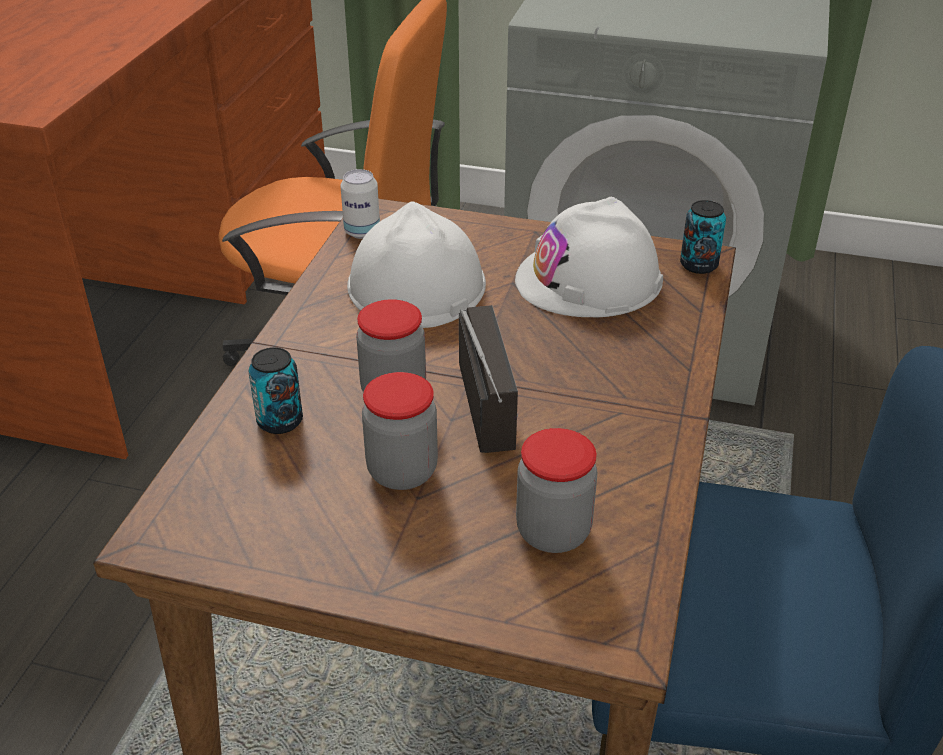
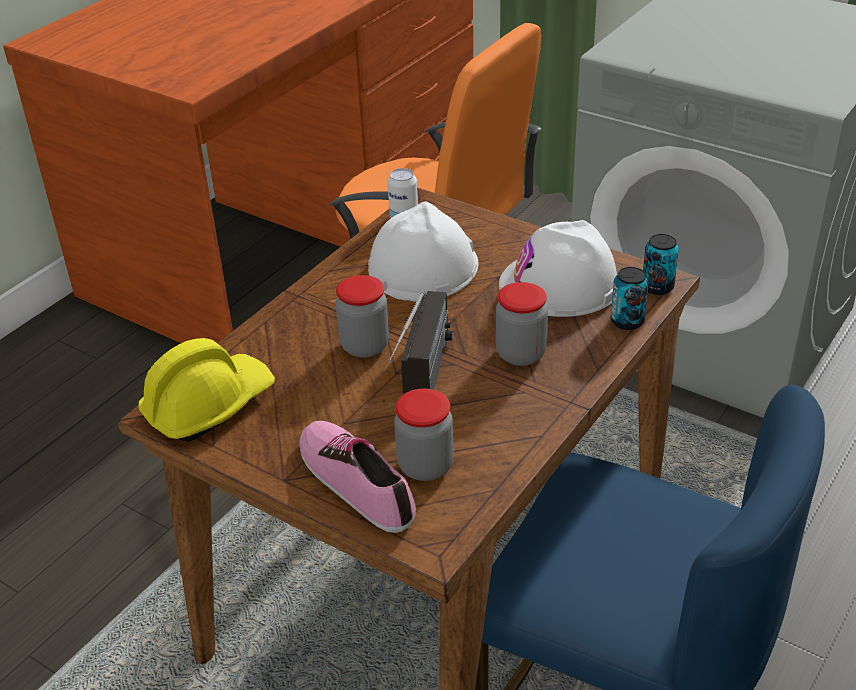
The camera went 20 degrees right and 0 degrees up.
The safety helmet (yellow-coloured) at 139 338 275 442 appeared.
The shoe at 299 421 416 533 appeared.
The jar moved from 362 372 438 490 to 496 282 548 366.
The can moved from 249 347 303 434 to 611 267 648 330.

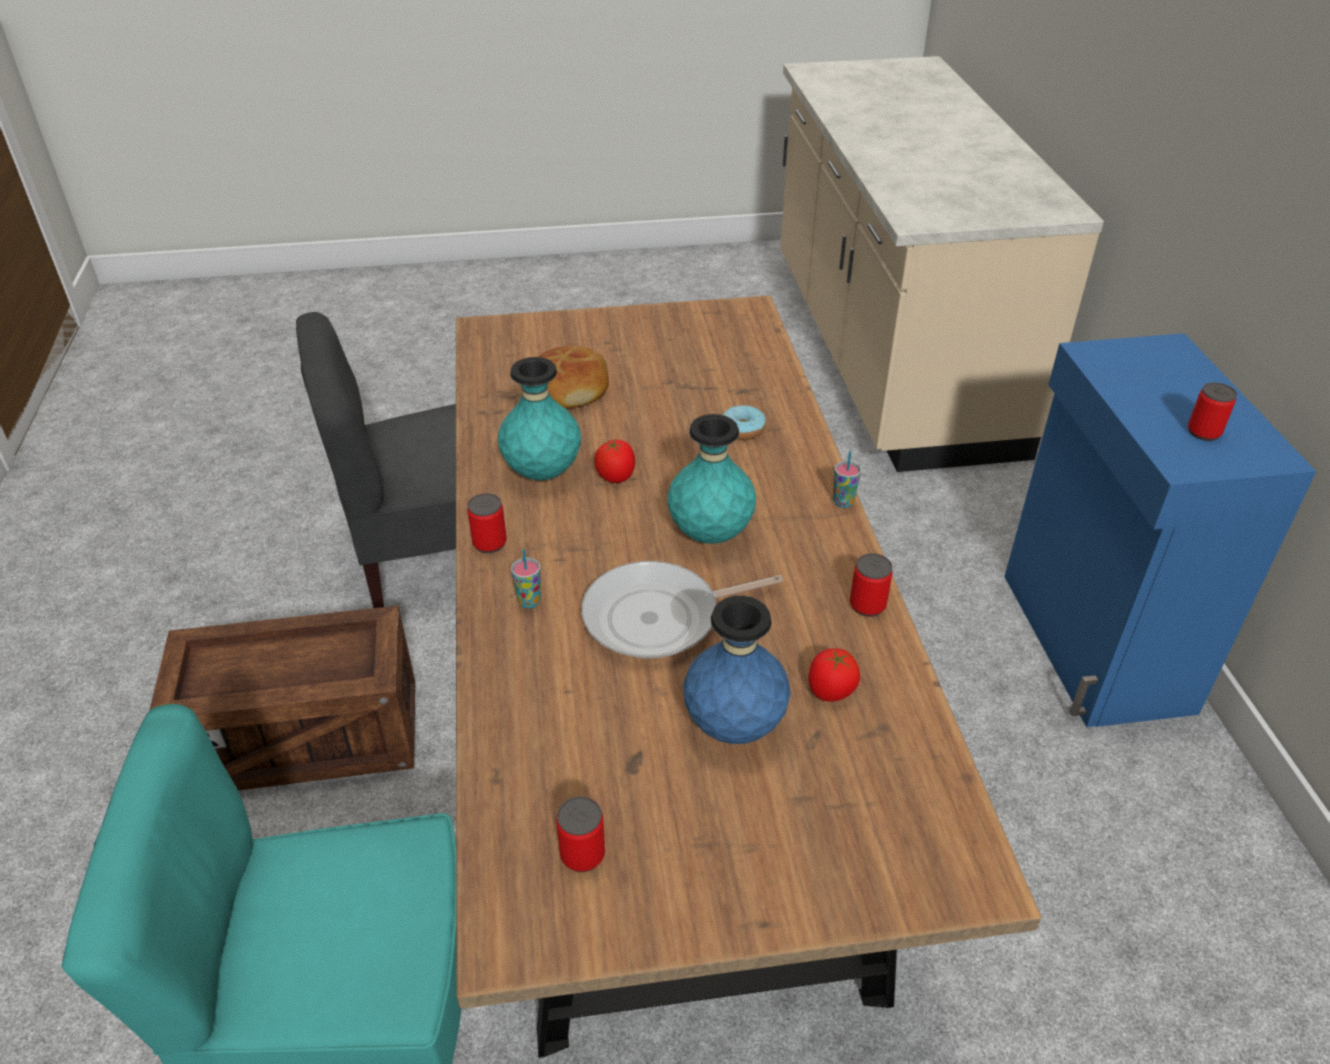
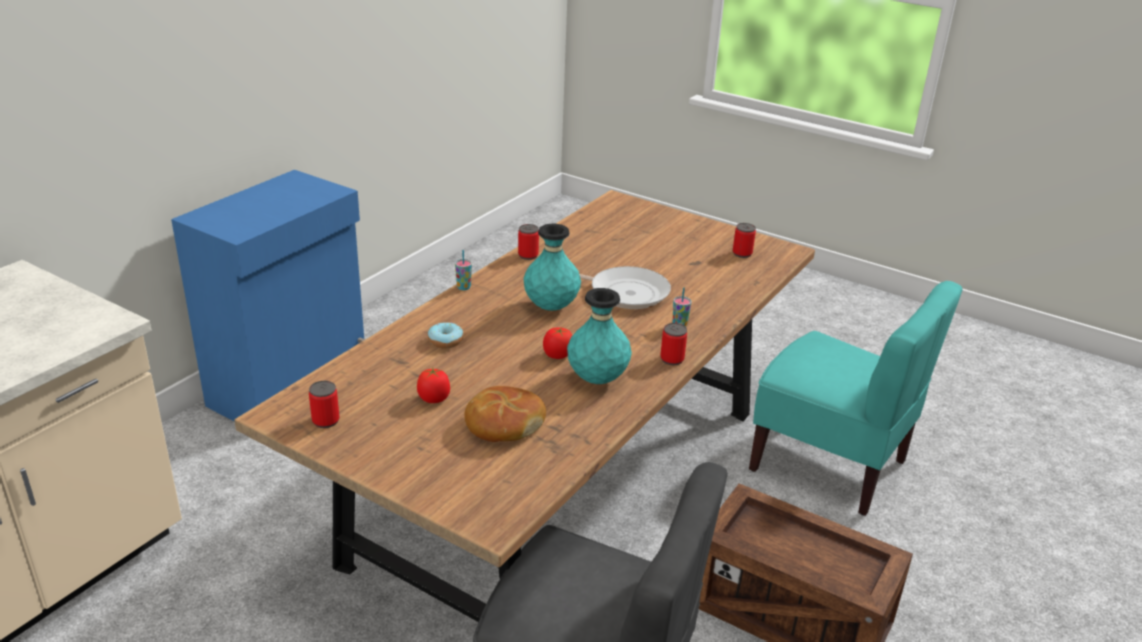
The camera went 140 degrees left and 10 degrees down.
The can moved from 1188 382 1237 441 to 309 381 339 428.
The whole tomato moved from 808 648 860 702 to 417 368 450 403.
The vase (blue-coloured) at 683 596 791 744 disappeared.

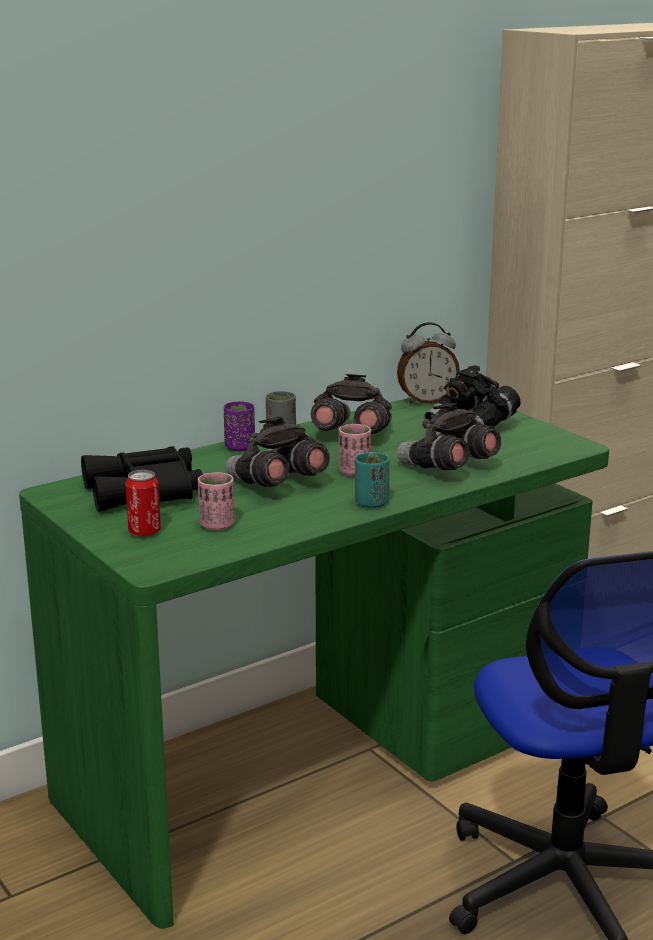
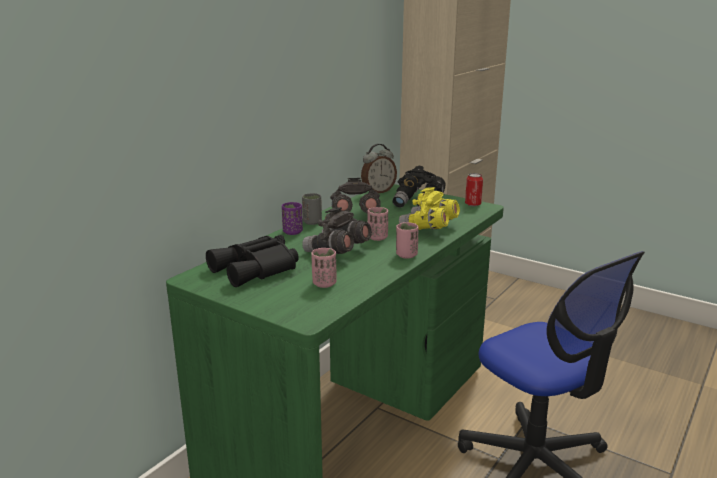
The camera went 20 degrees left and 0 degrees up.
The drinking cup (turquoise) at 355 452 389 508 became the drinking cup (pink-coloured) at 396 222 419 258.
The pair of binoculars (gray) at 397 403 501 470 became the pair of binoculars (yellow-coloured) at 399 187 460 230.
The can moved from 125 470 161 537 to 465 173 483 206.

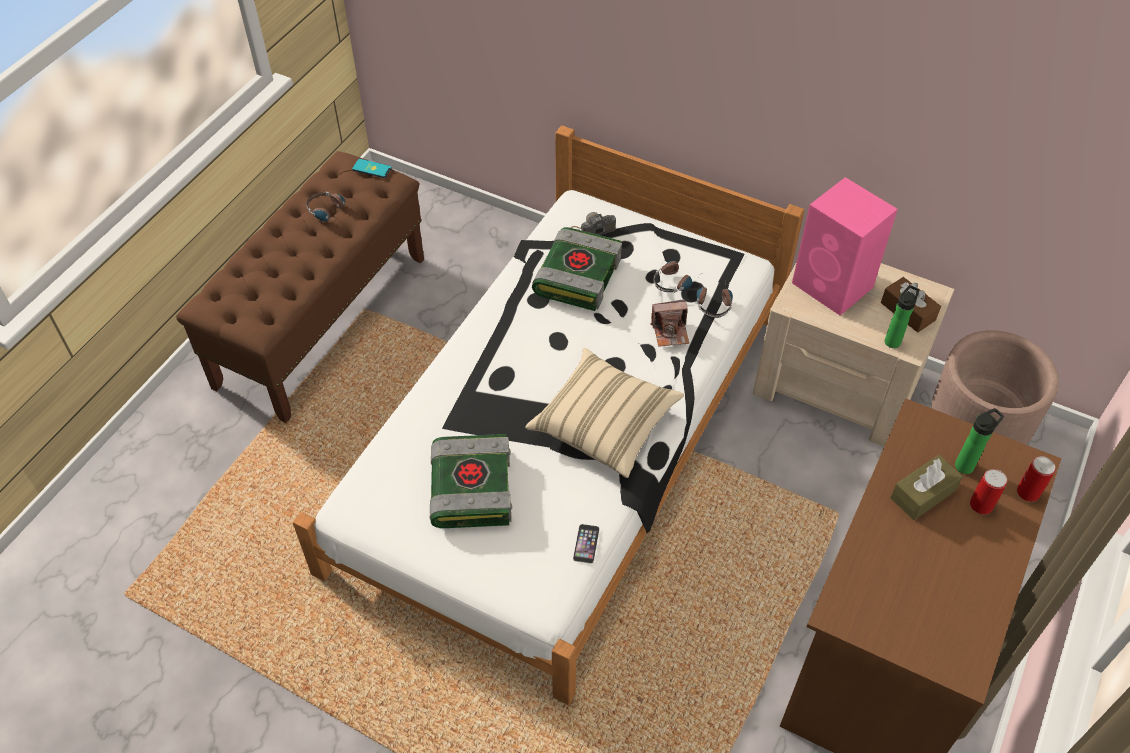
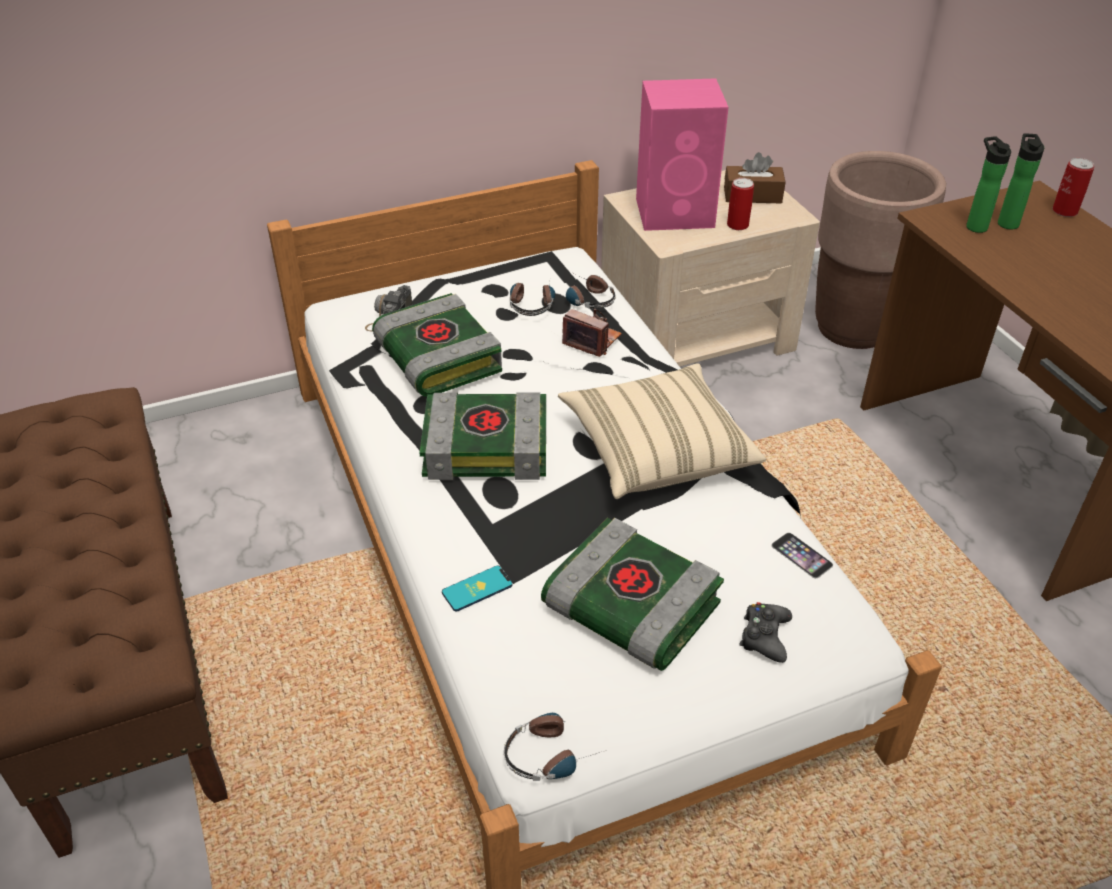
The camera went 50 degrees left and 10 degrees down.
The bound book at 419 392 546 480 appeared.
The phone moved from 352 159 392 178 to 442 566 513 612.
The pair of headphones moved from 306 192 345 221 to 504 713 607 781.
The still camera at 650 299 689 347 turned 90 degrees counterclockwise.
The can moved from 970 469 1007 515 to 727 178 754 230.
The game controller (blackish) at 739 602 792 663 appeared.
The drink bottle moved from 885 285 919 348 to 966 136 1011 233.
The tissue box (brown) at 890 455 963 520 disappeared.

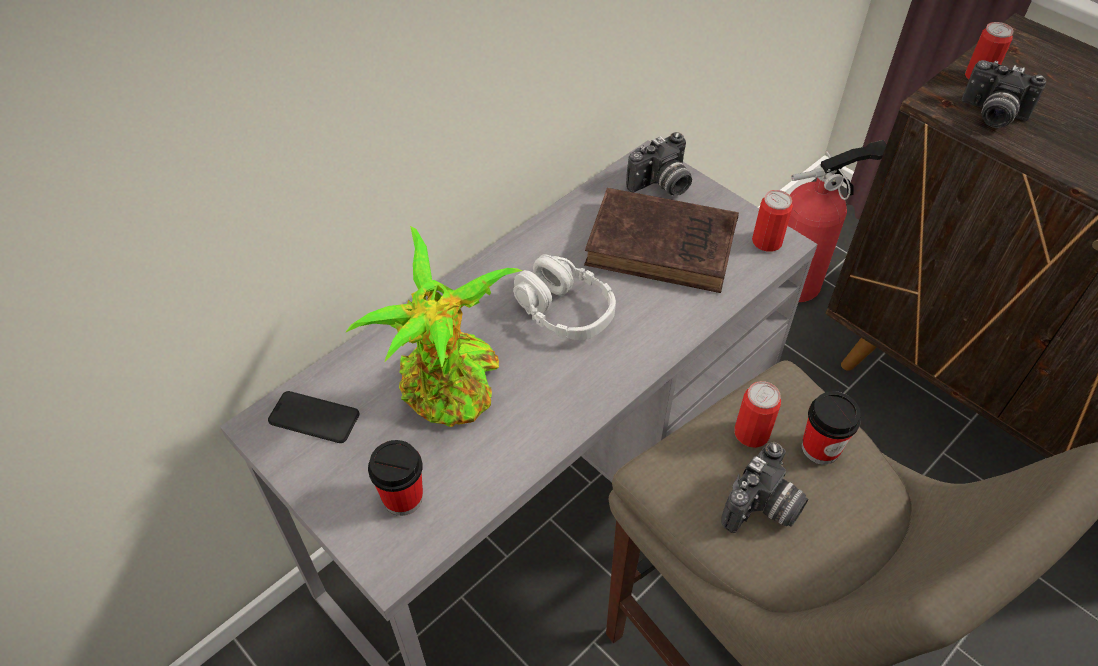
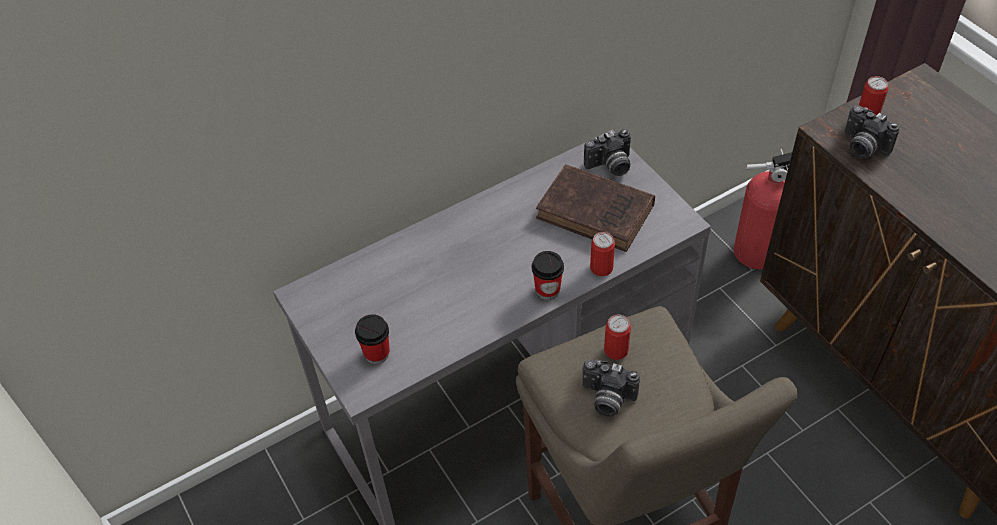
The camera went 15 degrees right and 0 degrees up.
The drinking cup moved from 802 391 861 465 to 532 251 564 300.
The still camera at 721 442 808 533 turned 60 degrees clockwise.
The can moved from 752 190 793 251 to 590 232 615 276.
The phone at 268 391 359 443 disappeared.
The potted plant at 345 226 522 427 disappeared.
The pair of headphones (gray) at 513 254 616 340 disappeared.

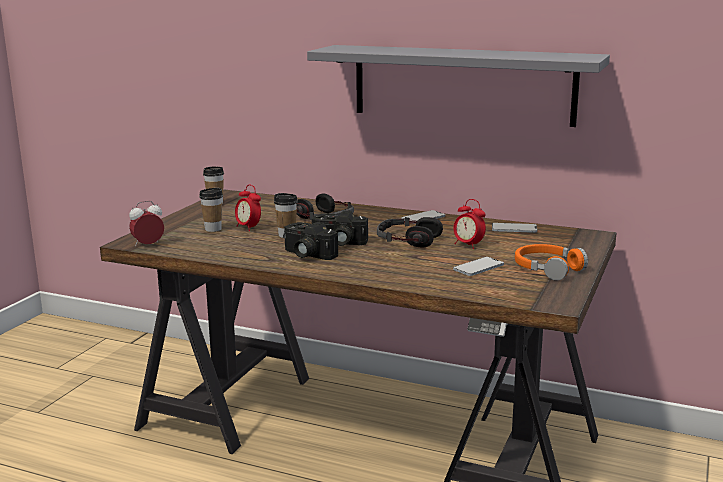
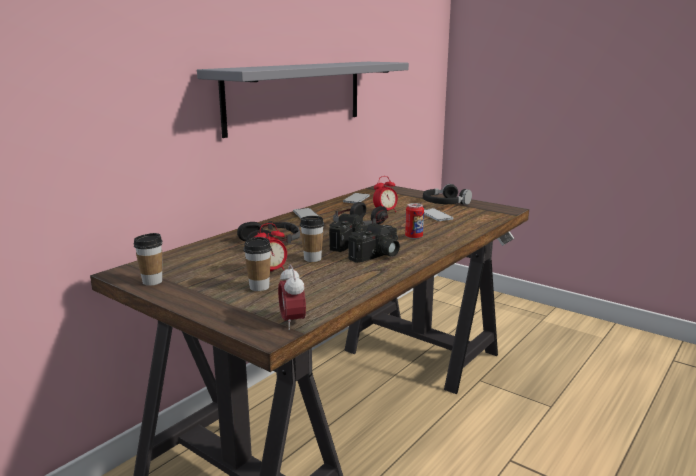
The camera went 75 degrees left and 0 degrees up.
The can at 405 203 424 239 appeared.
The pair of headphones (orangey) at 515 244 588 281 became the pair of headphones (blackish) at 423 184 472 205.

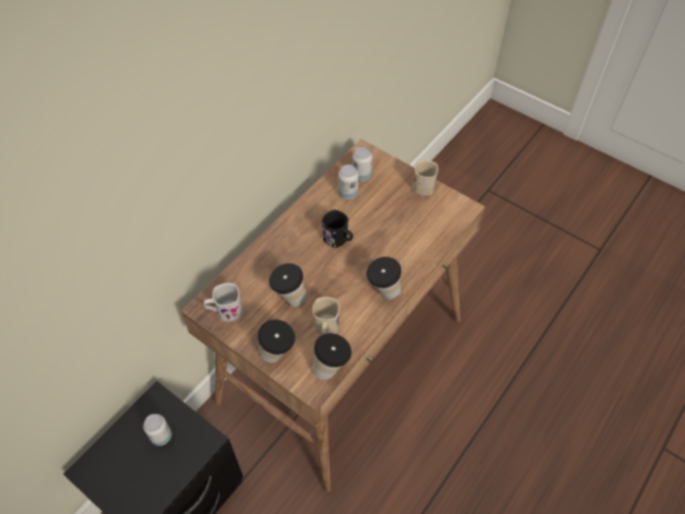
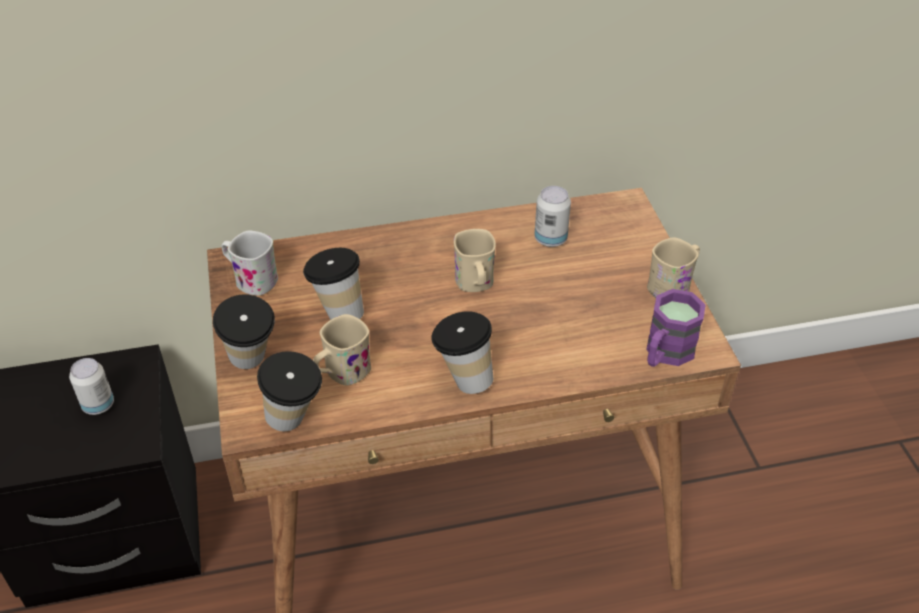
The camera went 40 degrees right and 10 degrees down.
The coffee mug (blackish) at 322 210 353 248 became the coffee mug (beige-coloured) at 454 229 496 292.
The coffee mug (purplish) at 646 289 706 367 appeared.
The can at 352 147 372 181 disappeared.

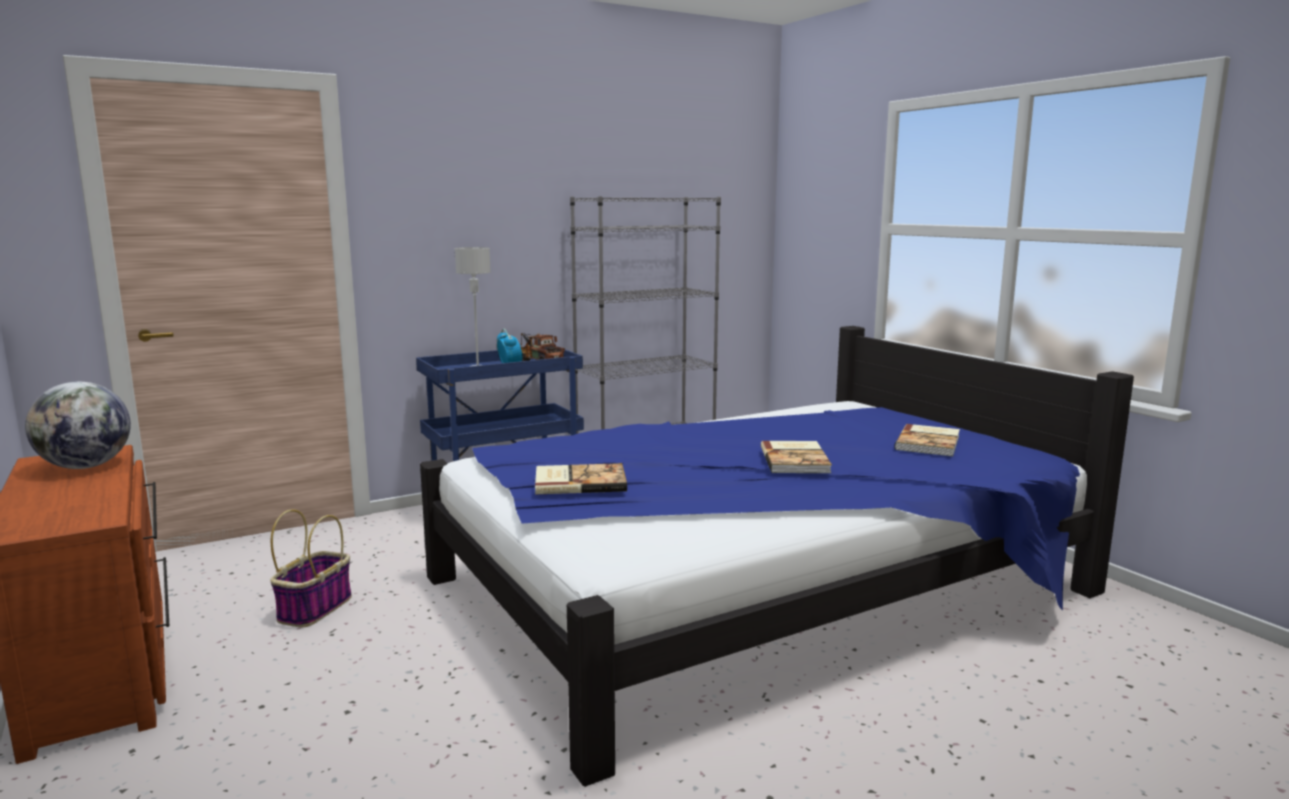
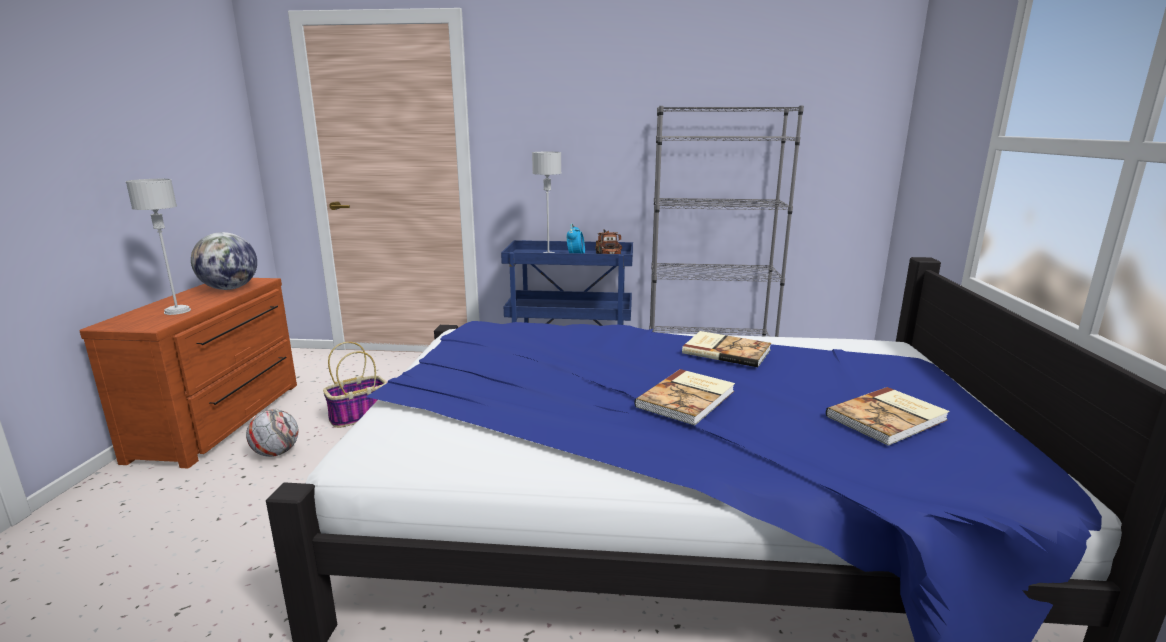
The camera went 35 degrees right and 5 degrees up.
The lamp for a table (gray) at 126 179 191 315 appeared.
The football ball at 246 409 298 457 appeared.
The bound book moved from 535 463 627 495 to 682 331 771 367.

